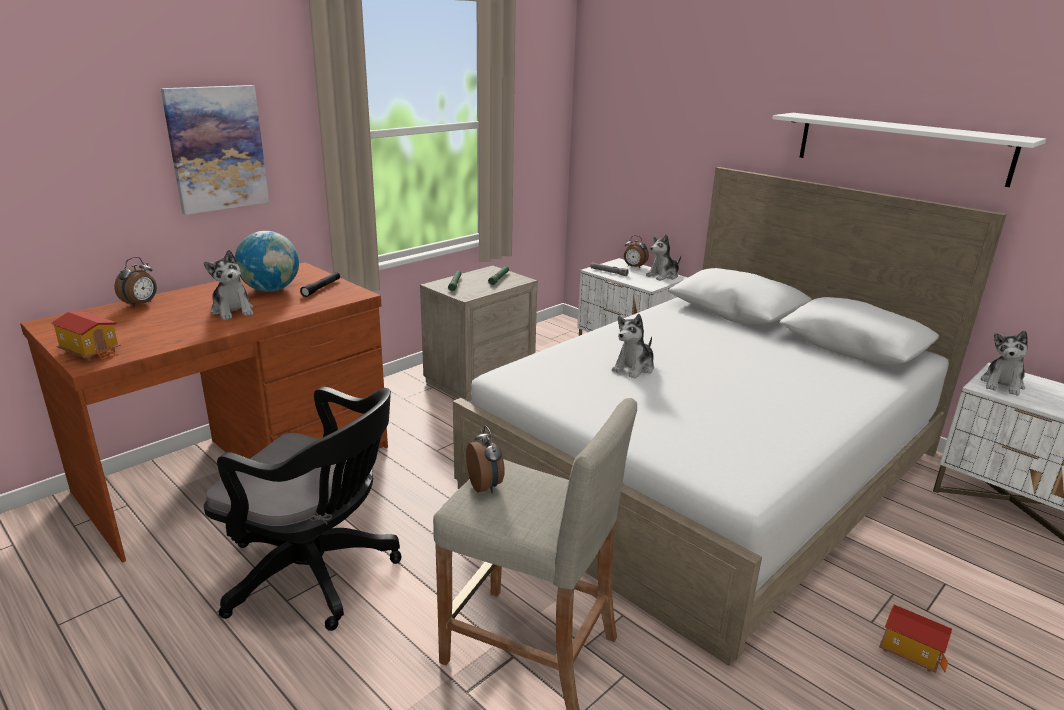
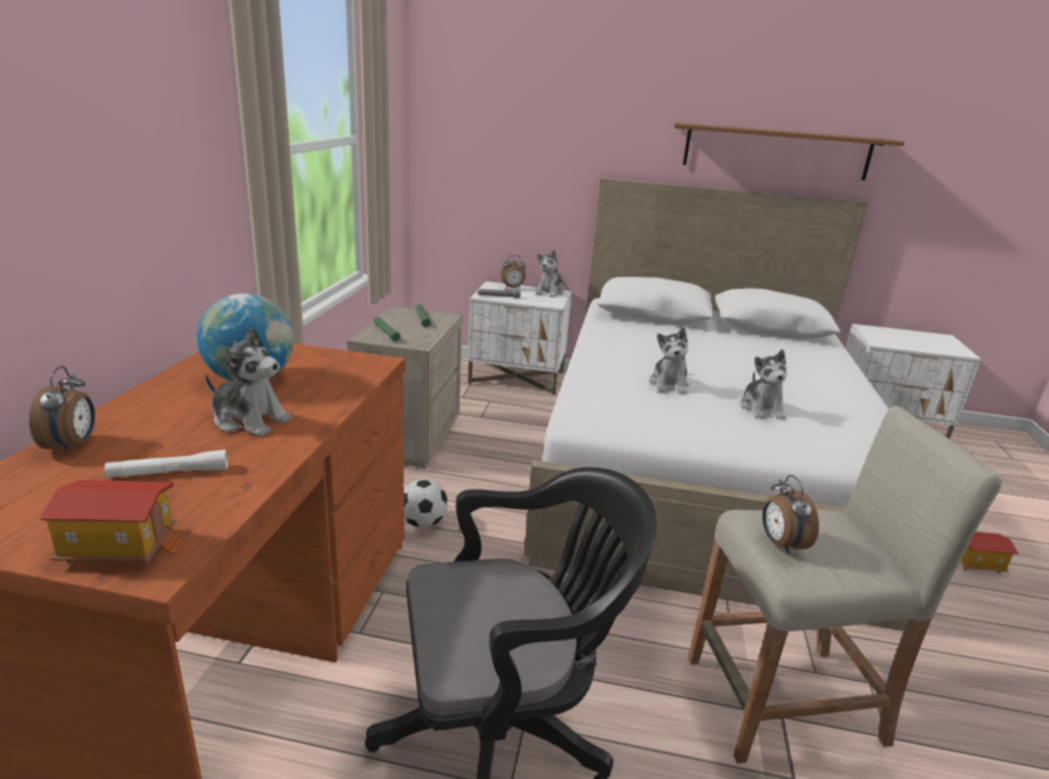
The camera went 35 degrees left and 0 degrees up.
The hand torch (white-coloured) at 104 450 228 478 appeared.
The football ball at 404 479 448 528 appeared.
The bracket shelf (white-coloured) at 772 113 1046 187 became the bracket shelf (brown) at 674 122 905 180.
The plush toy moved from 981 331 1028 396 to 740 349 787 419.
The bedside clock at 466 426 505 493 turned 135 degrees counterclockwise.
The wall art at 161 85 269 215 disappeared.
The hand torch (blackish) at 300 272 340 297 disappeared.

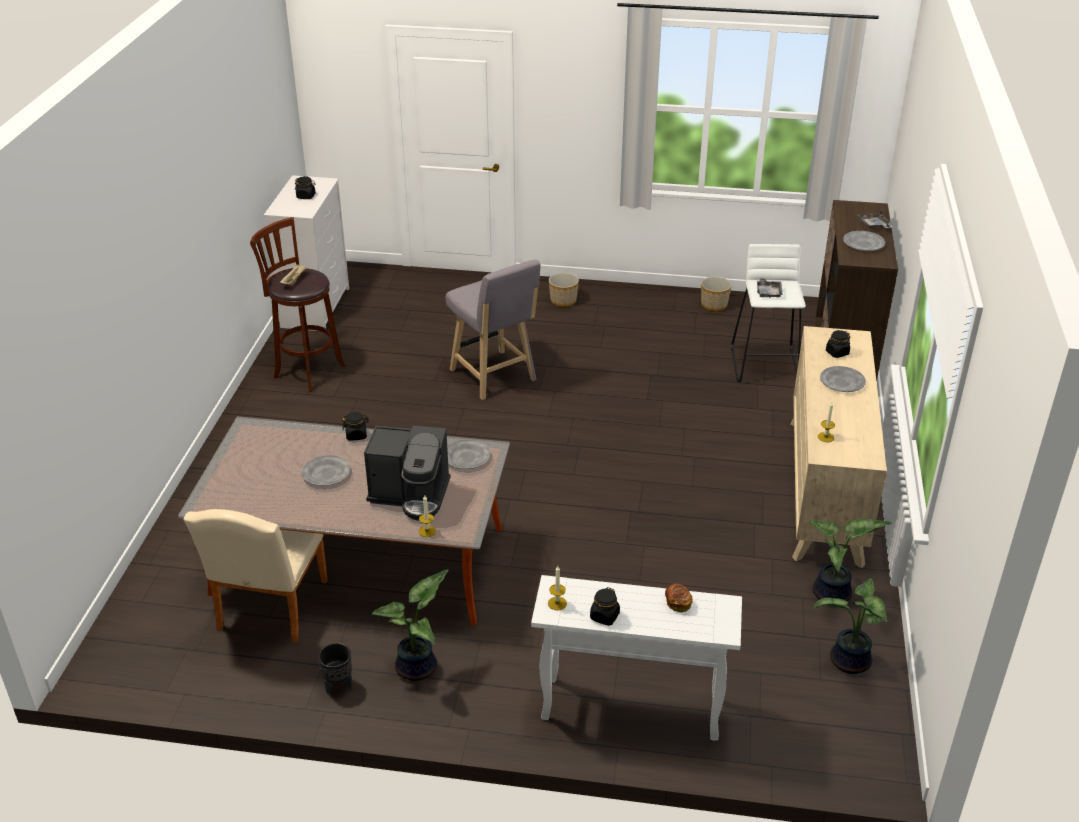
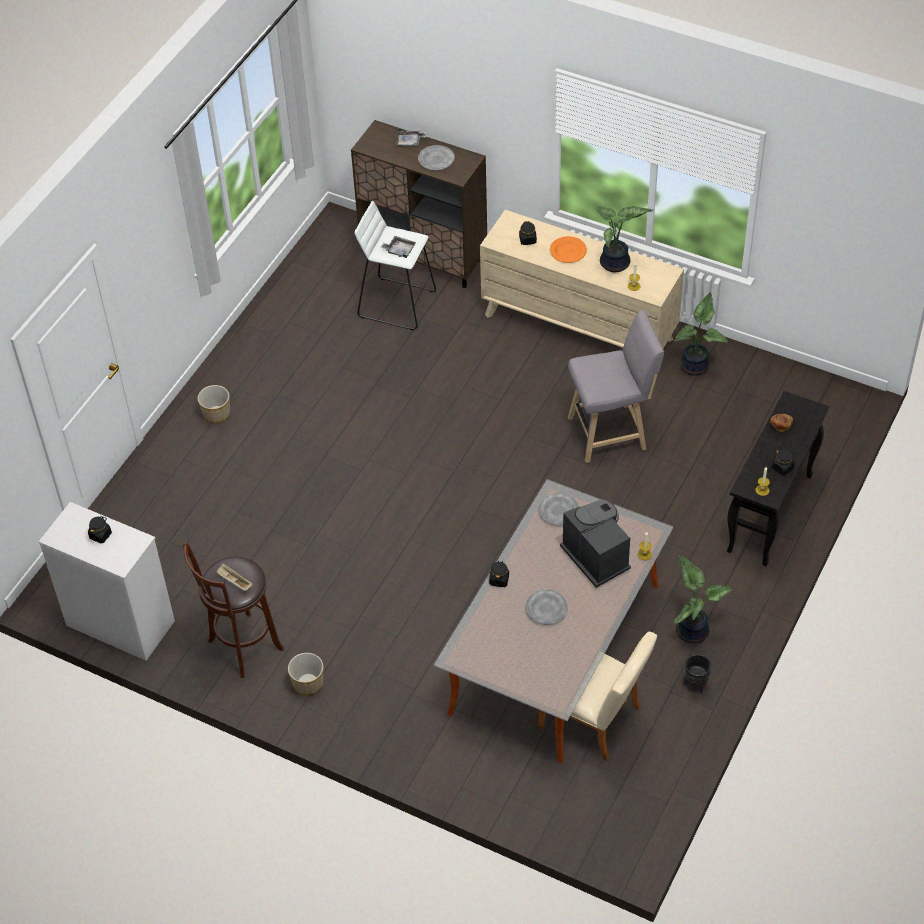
The camera went 70 degrees left and 15 degrees up.
The planter moved from 701 276 732 311 to 288 653 323 695.
The plate (gray) at 820 366 866 392 became the plate (orangey) at 550 236 587 263.
The coffee brewer at 364 425 450 521 turned 60 degrees counterclockwise.
The sitting stool (gray) moved from 446 260 541 400 to 568 311 664 463.
The potted plant moved from 814 578 887 674 to 595 206 654 272.
The narrow table (white-coloured) at 531 575 742 741 became the narrow table (blackish) at 727 391 829 566.

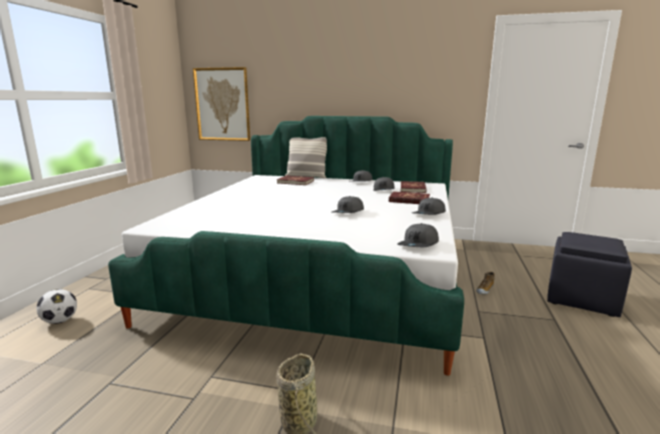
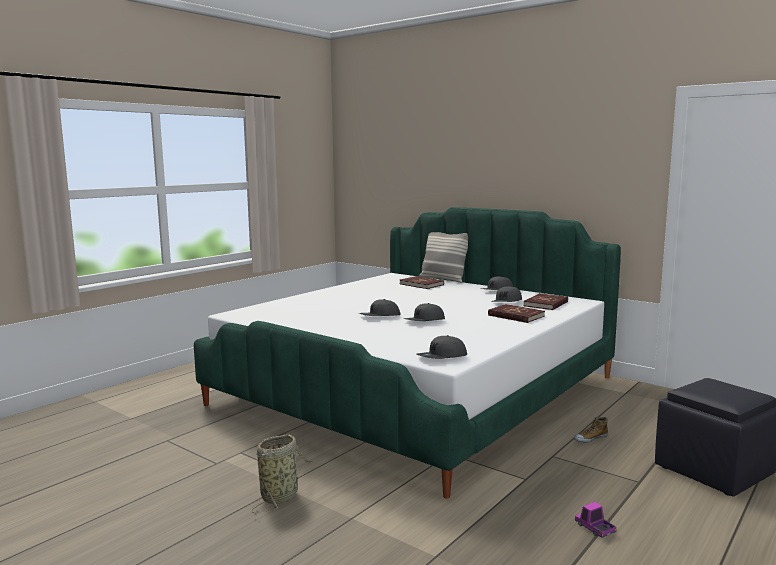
The camera went 25 degrees right and 5 degrees down.
The baseball cap (gray) moved from 412 197 446 215 to 359 299 401 316.
The toy truck at 575 502 616 538 appeared.
The football ball at 37 289 77 324 disappeared.
The wall art at 193 67 250 141 disappeared.

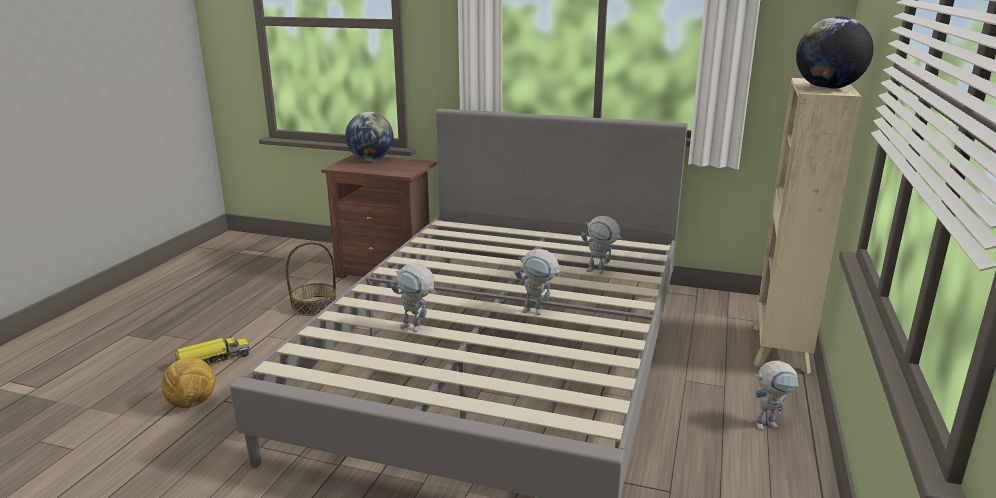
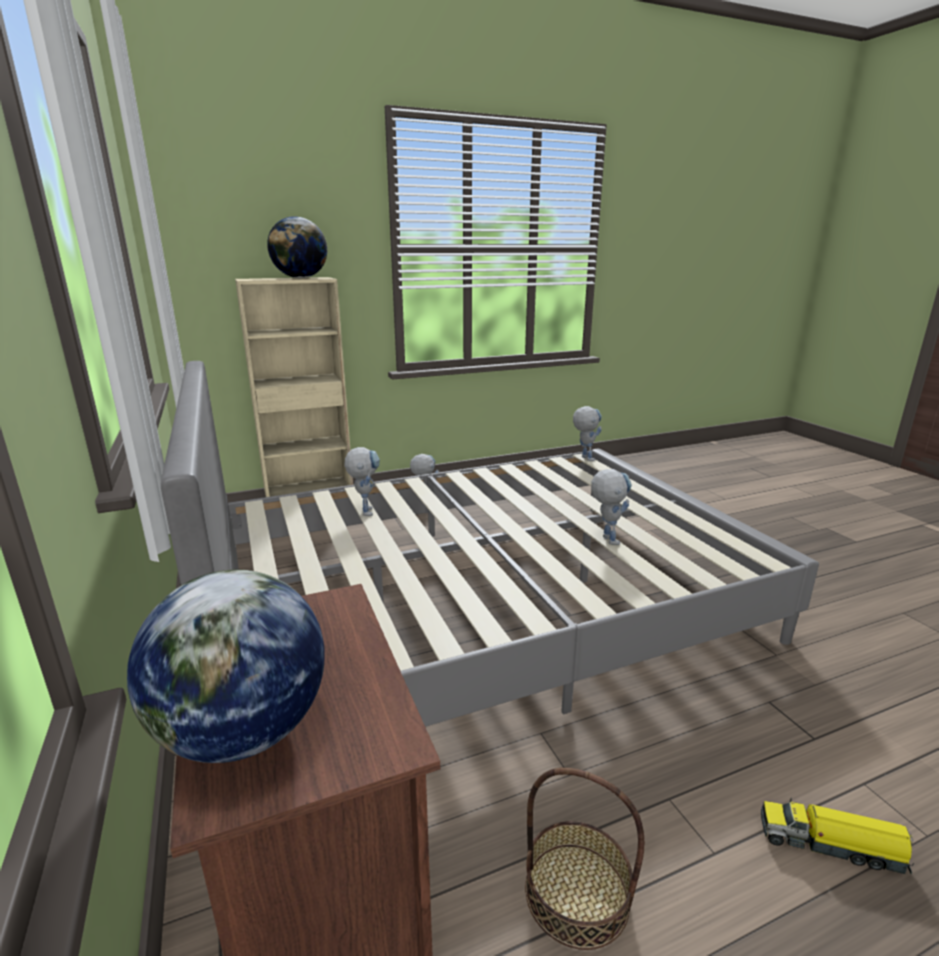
The camera went 130 degrees left and 0 degrees up.
The robot figure moved from 515 249 562 315 to 573 406 602 461.
The football ball at 161 358 215 408 disappeared.

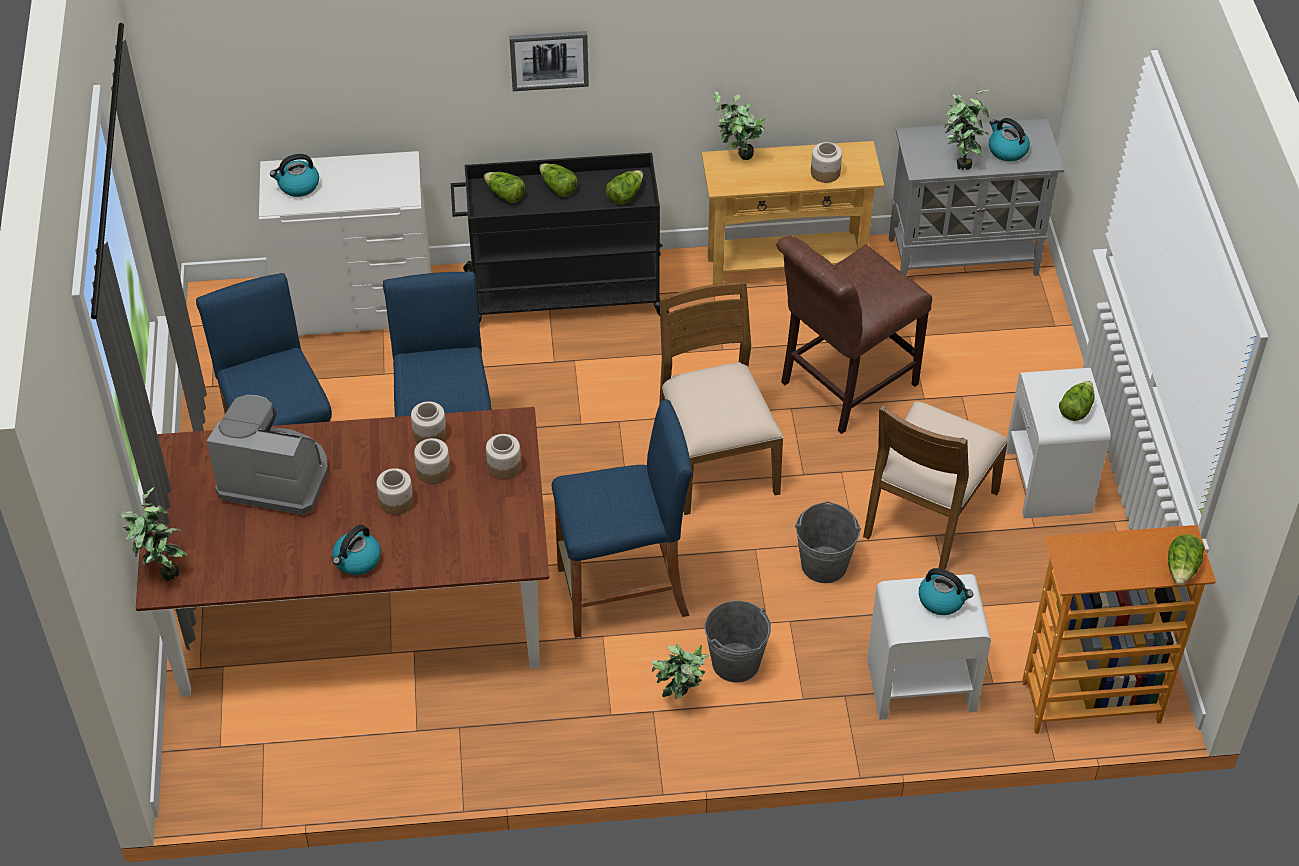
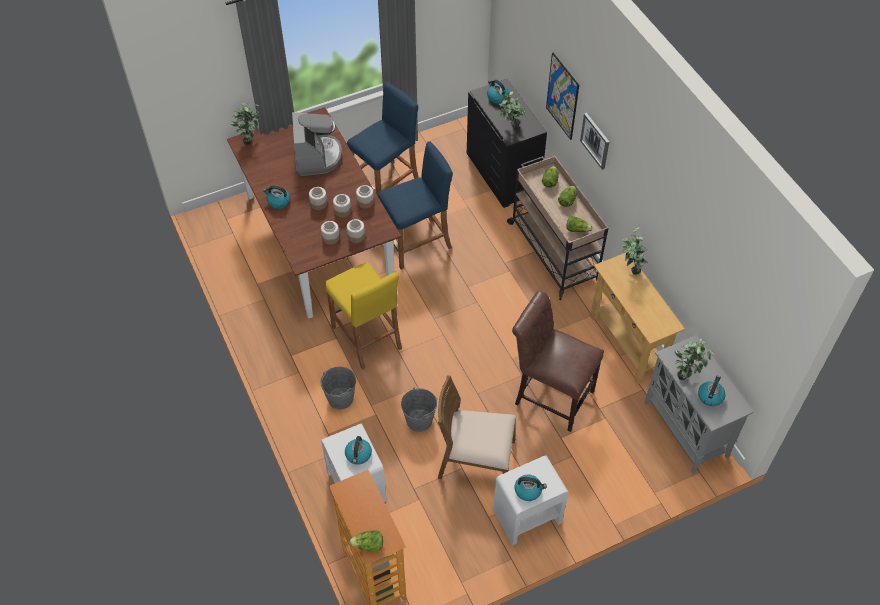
The camera went 70 degrees right and 5 degrees up.
The jar moved from 811 142 842 183 to 321 221 340 245.
The sitting stool (blue-coloured) at 552 399 692 638 became the sitting stool (yellow-coloured) at 325 262 402 370.
The chest of drawers (white-coloured) at 259 151 432 335 became the chest of drawers (blackish) at 467 79 547 208.
The potted plant moved from 651 644 709 699 to 498 88 526 128.
The cart (blackish) at 451 153 670 324 became the cart (beige-coloured) at 507 156 609 300.
The head of lettuce at 1059 381 1095 421 was replaced by the kettle at 515 475 547 501.
The wall art at 546 53 579 140 appeared.
The plain chair (brown) at 659 281 784 515 disappeared.

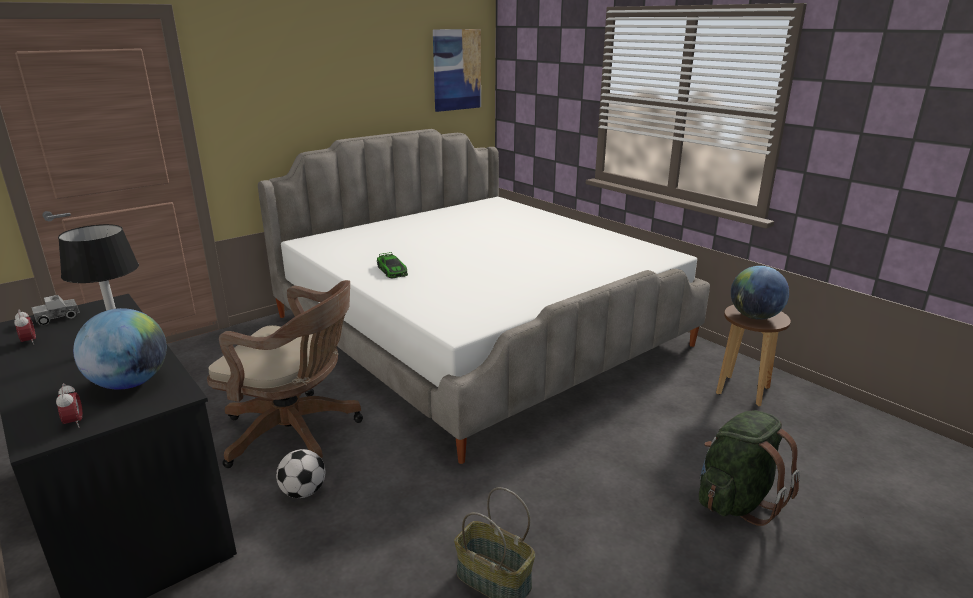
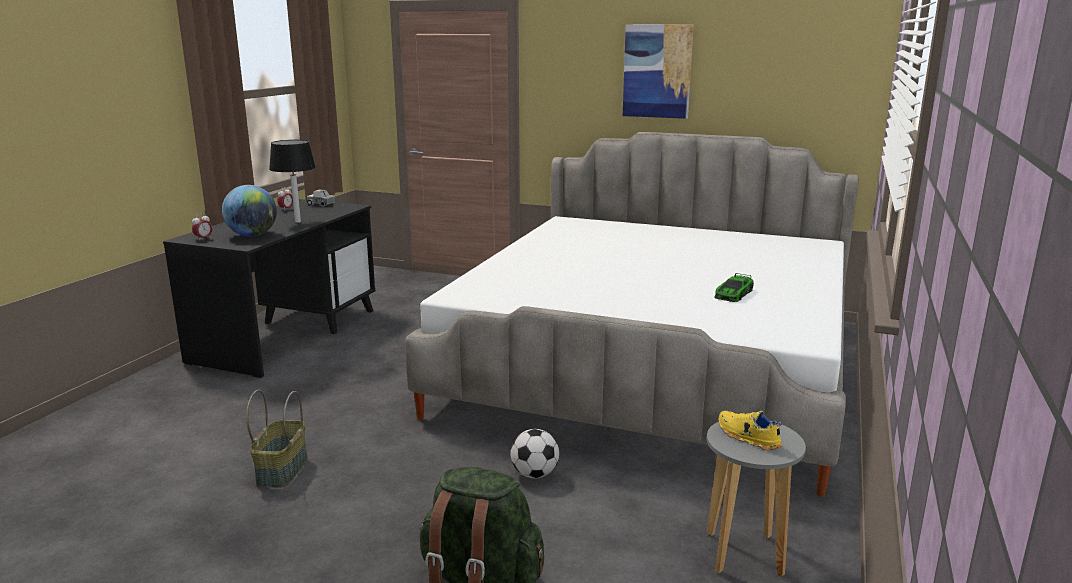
The camera went 60 degrees right and 5 degrees down.
The football ball moved from 276 449 325 498 to 511 429 559 478.
The wall art moved from 433 29 481 112 to 623 24 694 119.
The sitting stool (brown) at 716 305 791 406 became the sitting stool (gray) at 707 420 806 576.
The toy car moved from 377 252 408 278 to 714 273 754 302.
The desk globe at 731 266 789 320 was replaced by the shoe (yellow-coloured) at 719 411 782 450.
The computer chair (brown) at 207 280 363 468 disappeared.

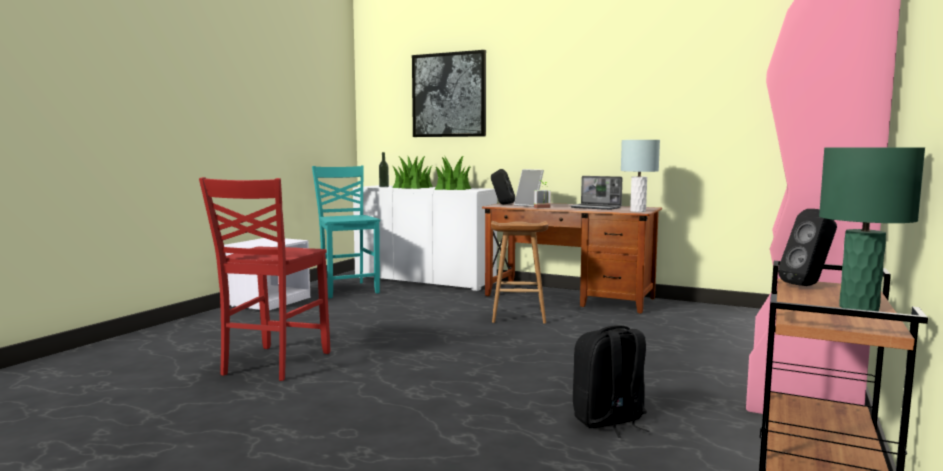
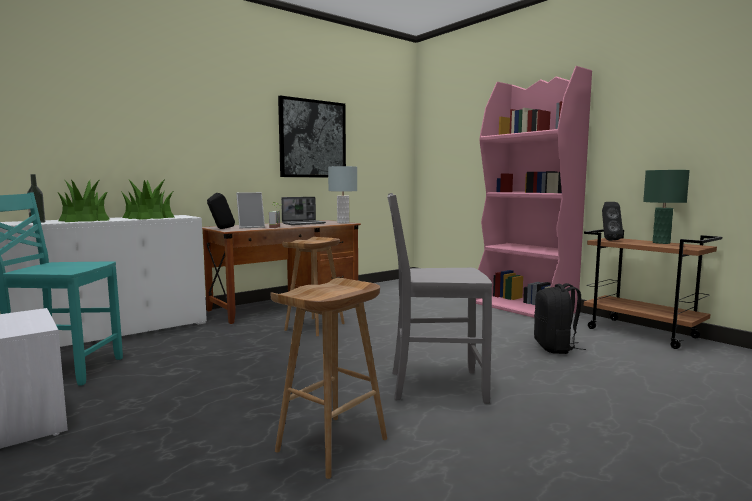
The camera went 65 degrees left and 0 degrees up.
The plain chair (red) at 199 177 330 381 was replaced by the sitting stool (brown) at 271 278 387 479.
The wall art moved from 412 50 486 137 to 278 95 346 178.
The plain chair (gray) at 387 193 492 404 appeared.

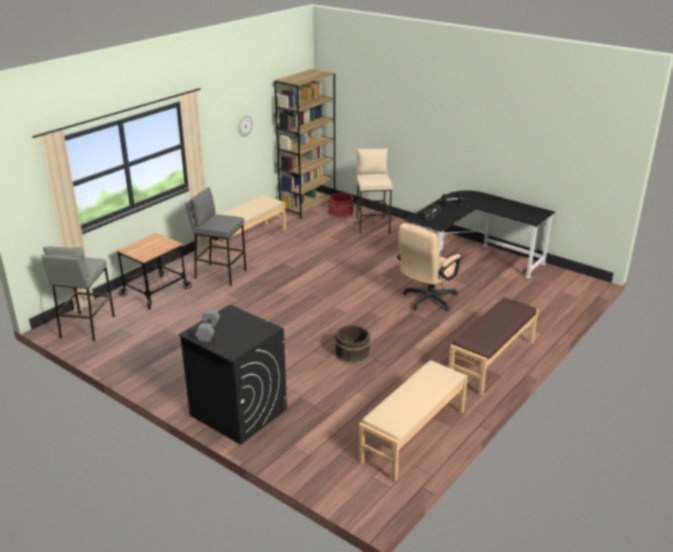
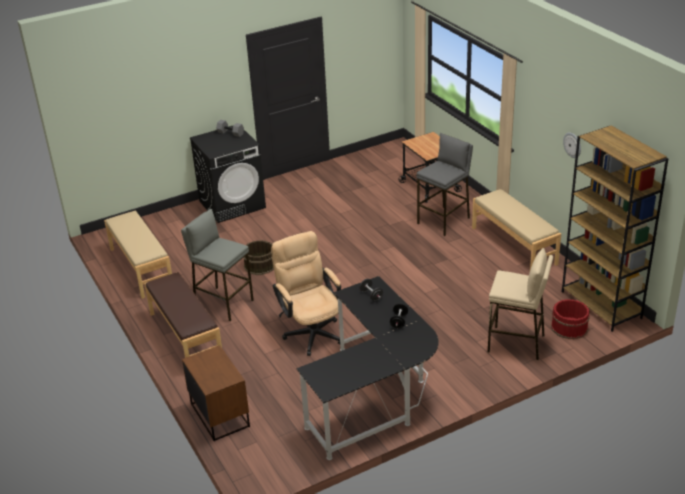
The camera went 115 degrees right and 5 degrees up.
The sitting stool (gray) moved from 41 246 115 341 to 181 209 254 321.
The night table (brown) at 182 345 250 441 appeared.

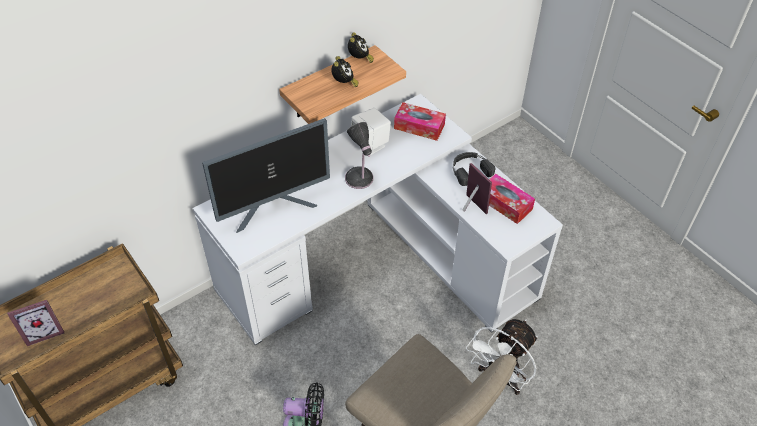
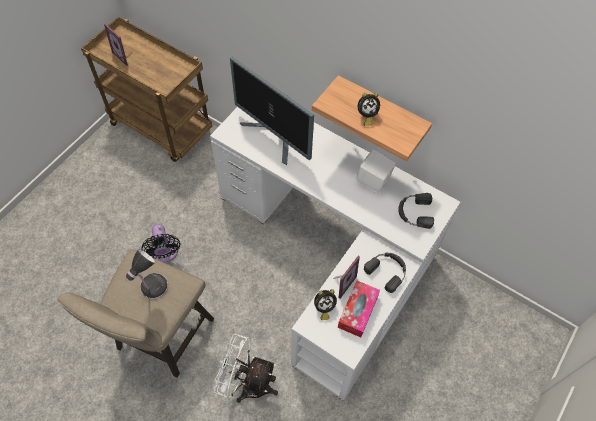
The camera went 70 degrees right and 10 degrees up.
The lamp for a table moved from 345 122 373 189 to 126 249 168 299.
The bedside clock moved from 348 32 374 63 to 314 289 337 320.
The tissue box at 394 102 446 141 was replaced by the pair of headphones (blackish) at 398 193 434 229.

